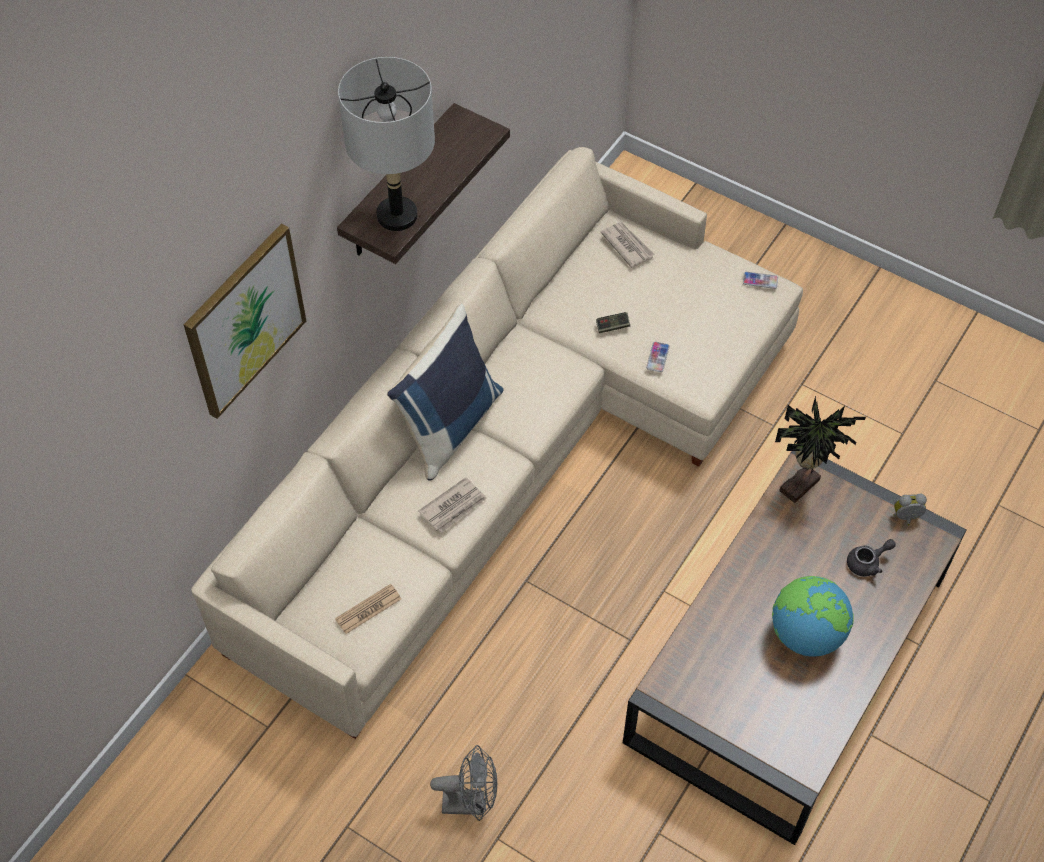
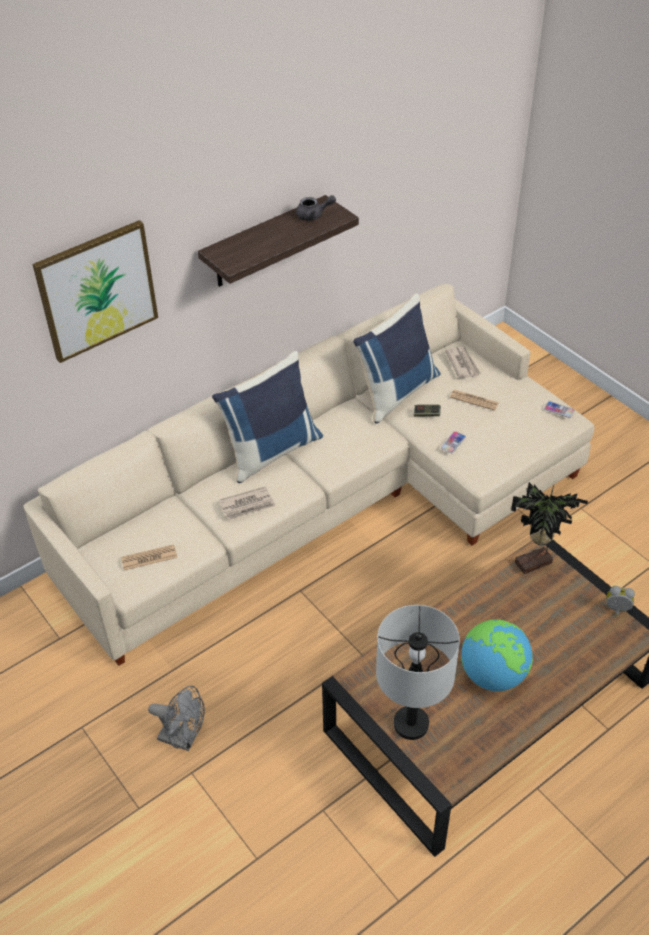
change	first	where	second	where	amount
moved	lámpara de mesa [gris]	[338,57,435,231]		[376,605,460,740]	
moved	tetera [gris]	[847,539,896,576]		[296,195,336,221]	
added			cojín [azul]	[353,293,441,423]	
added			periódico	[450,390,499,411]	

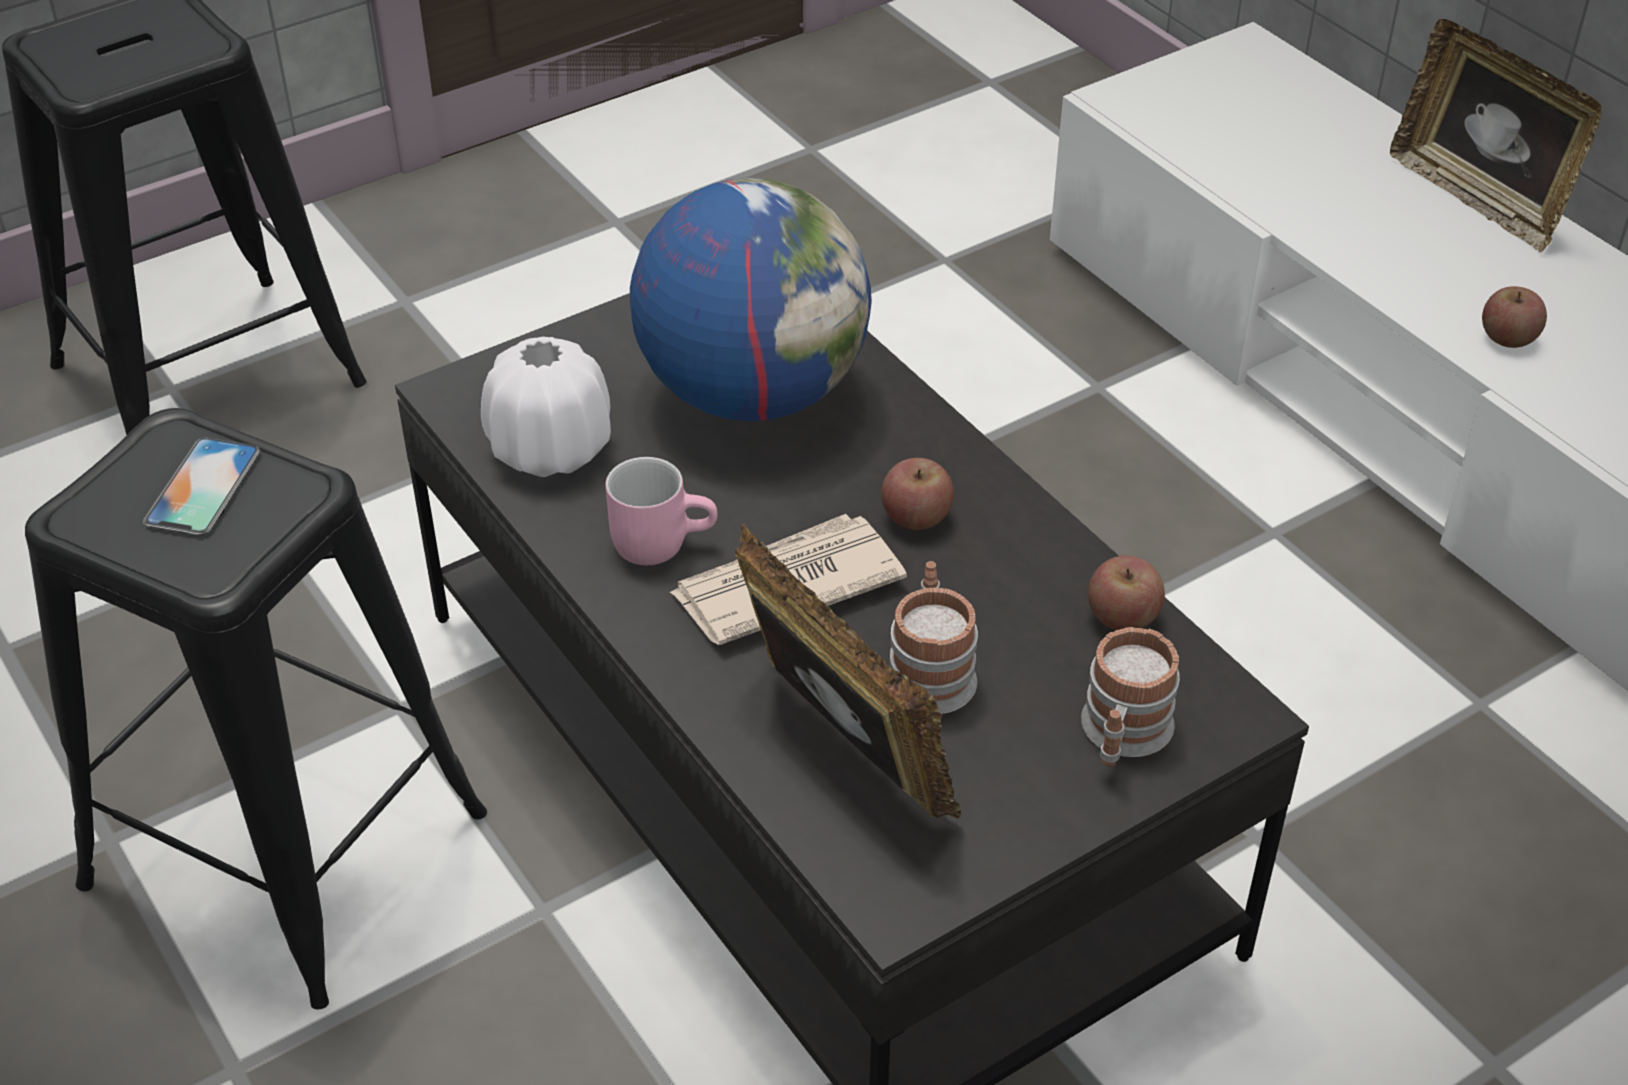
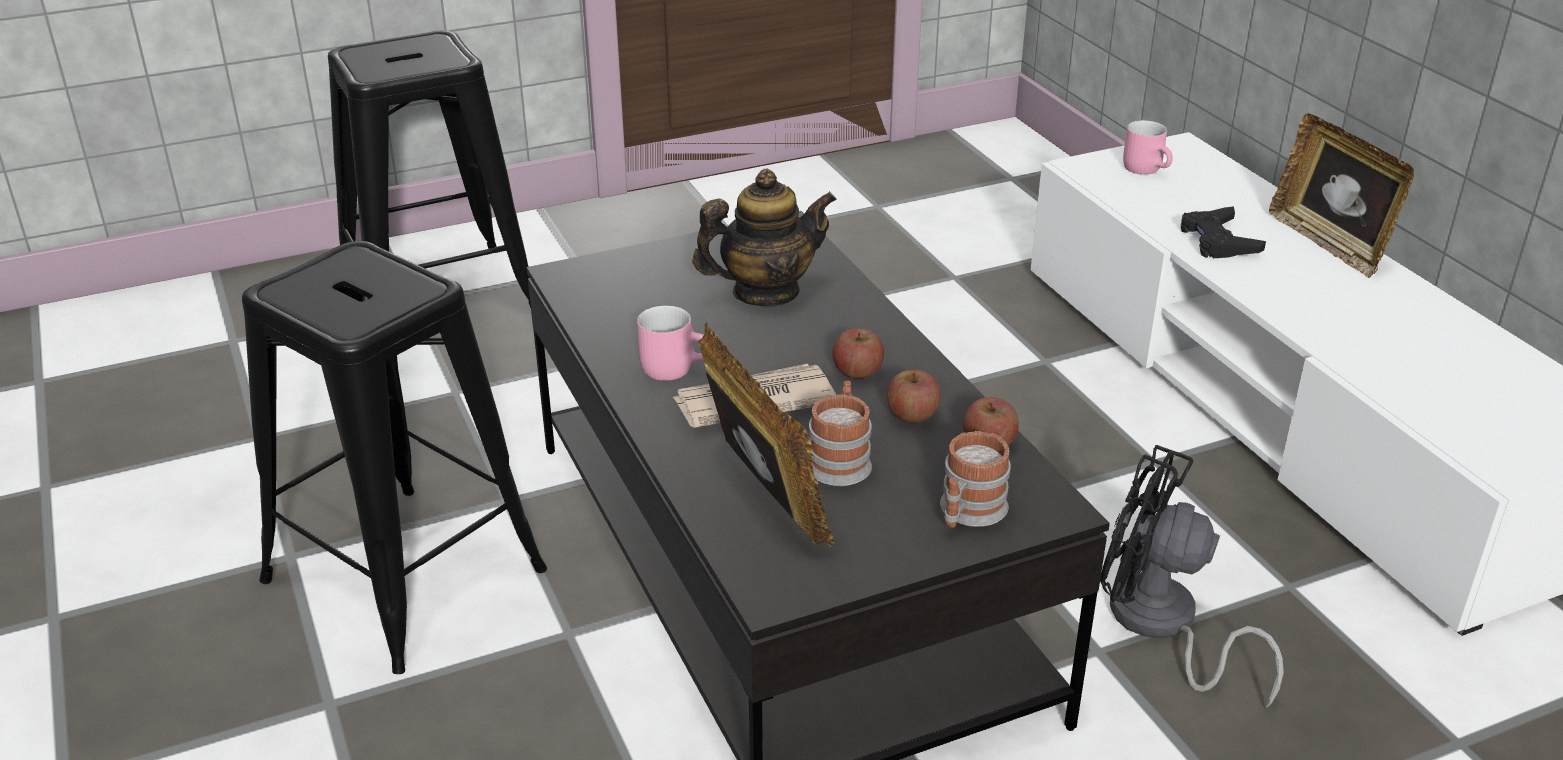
change	first	where	second	where	amount
replaced	globo terráqueo	[630,178,872,421]	tetera	[692,168,837,307]	
moved	manzana	[1482,286,1547,348]		[887,370,941,423]	
removed	florero [blanco]	[481,337,611,477]			
removed	móvil	[143,437,260,535]			
added			taza grande [rosa]	[1123,120,1173,175]	
added			mando de consola [negro]	[1181,206,1266,258]	
added			ventilador [negro]	[1100,445,1284,709]	

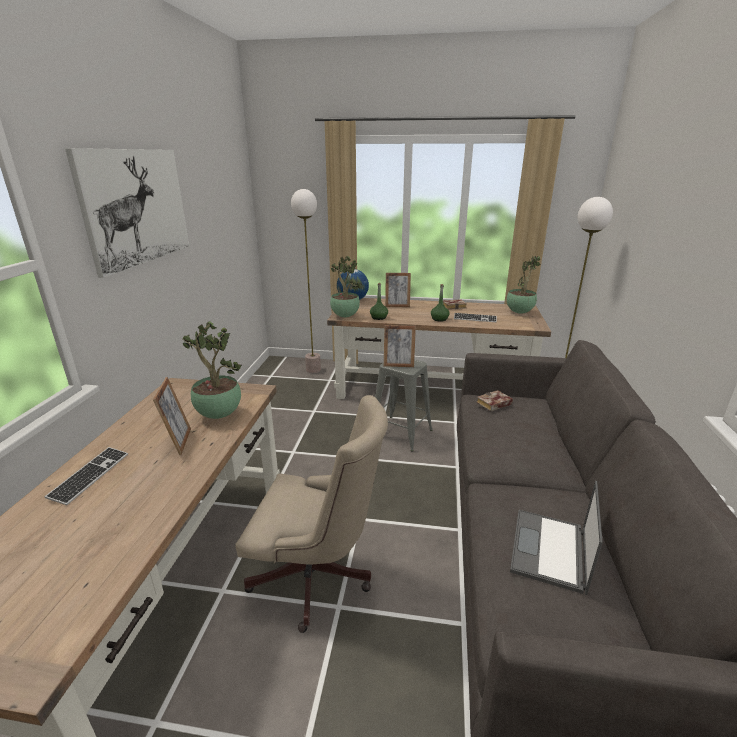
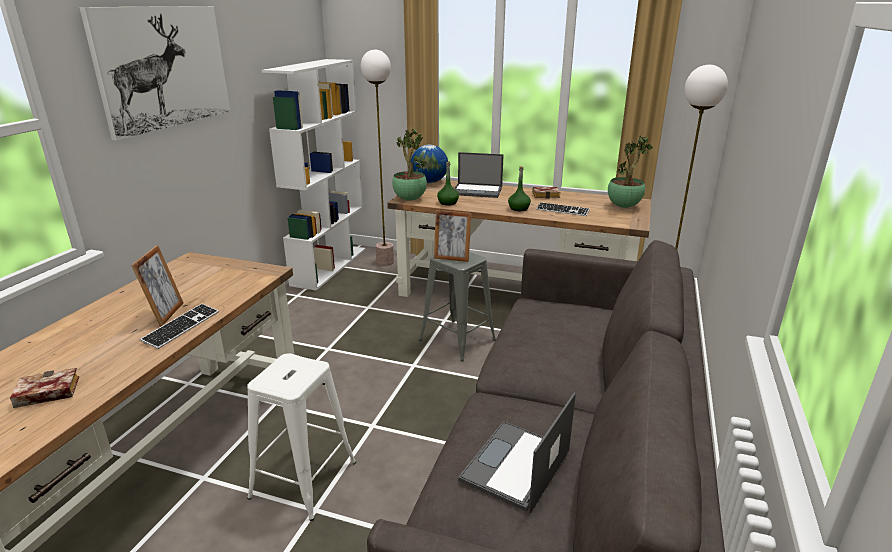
change	first	where	second	where	amount
replaced	portarretratos	[385,273,411,307]	portátil	[454,152,504,198]	
removed	planta en maceta	[183,322,242,419]			
moved	libro	[476,390,513,411]		[10,368,79,408]	
replaced	silla de oficina [beis]	[235,395,388,633]	taburete [blanco]	[247,353,356,521]	
moved	teclado	[45,447,128,505]		[140,304,219,349]	
added			estantería [blanco]	[262,59,366,291]	

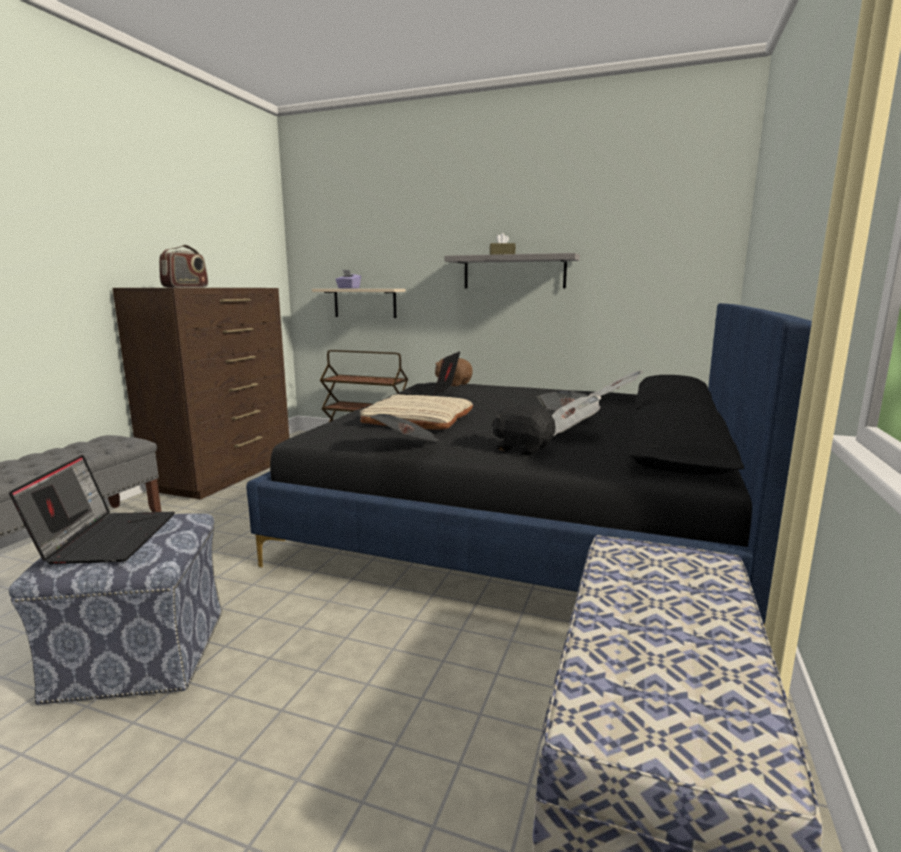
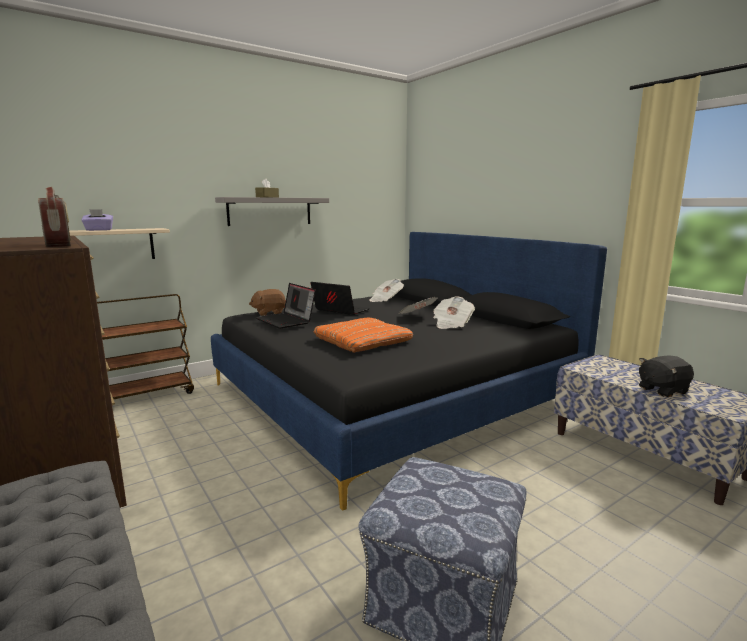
change	first	where	second	where	amount
recoloured	cojín [beis]	[360,394,473,430]	cojín [naranja]	[313,318,413,353]	
moved	peluche [negro]	[492,405,556,456]		[639,356,694,397]	
removed	periódico	[370,414,438,441]			
moved	portátil	[9,455,175,564]		[310,282,370,315]	

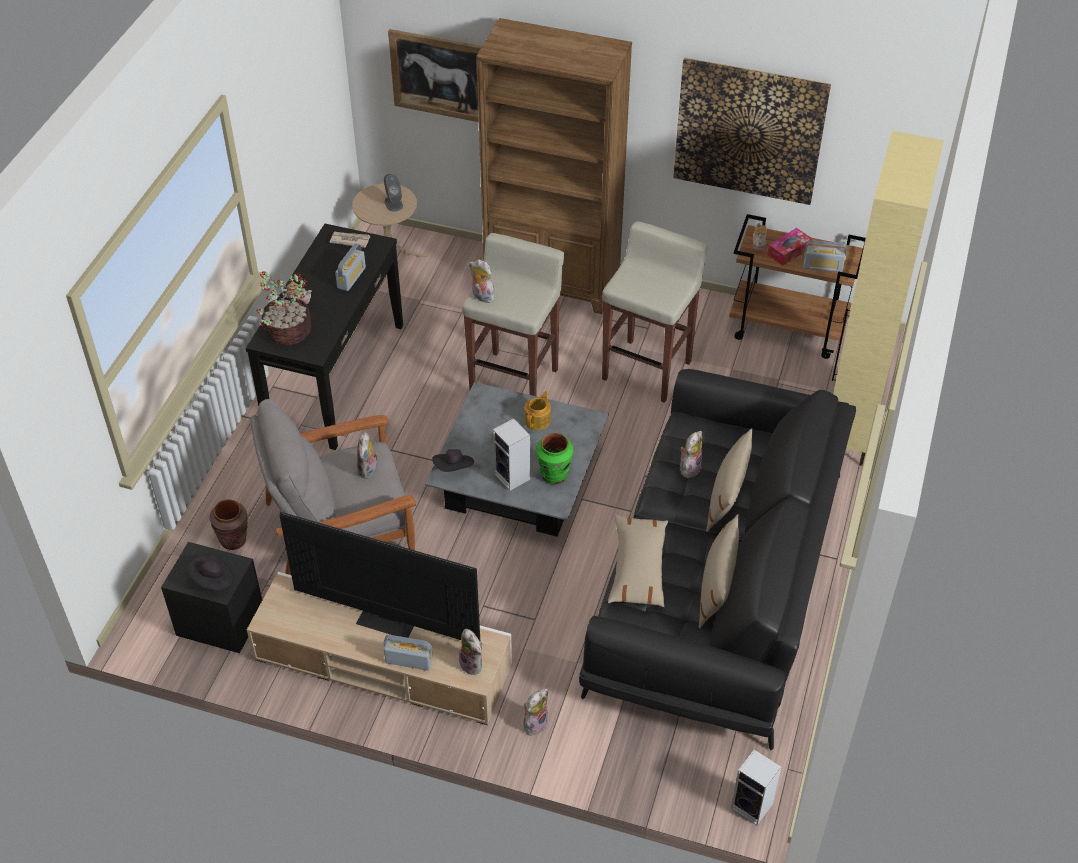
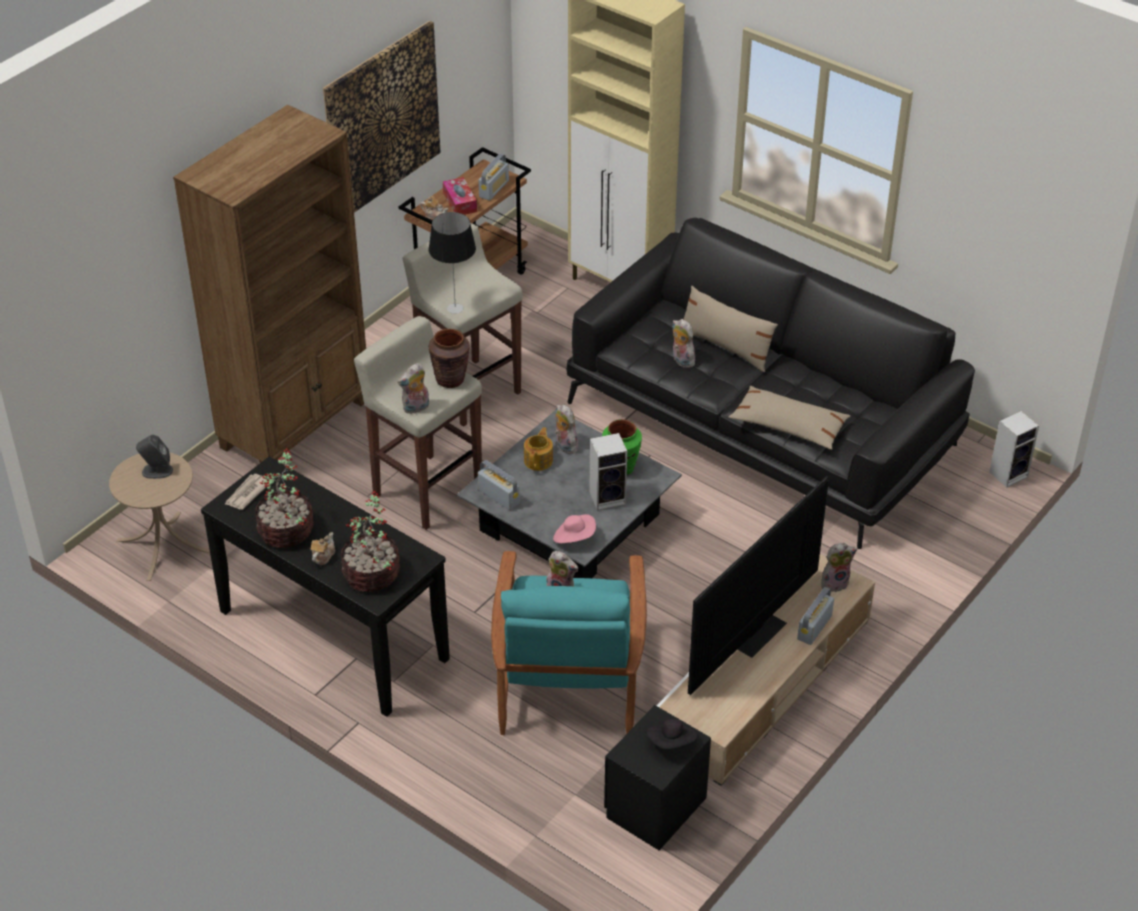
change	first	where	second	where	amount
removed	cuadro	[388,29,482,122]			
moved	radio	[335,243,366,291]		[478,460,520,510]	
turned	tetera	[524,391,551,430]		[524,427,553,471]	60 degrees clockwise
recoloured	sillón [gris]	[250,399,416,575]	sillón [turquesa]	[491,551,647,735]	
recoloured	sombrero [negro]	[432,449,474,472]	sombrero [rosa]	[553,514,596,543]	
moved	florero [marrón]	[209,500,248,550]		[428,329,470,388]	
removed	cojín [beis]	[699,514,739,628]			
moved	peluche	[523,688,548,735]		[555,404,578,454]	
added			lámpara de mesa	[429,212,476,314]	
added			planta en maceta	[255,448,314,548]	

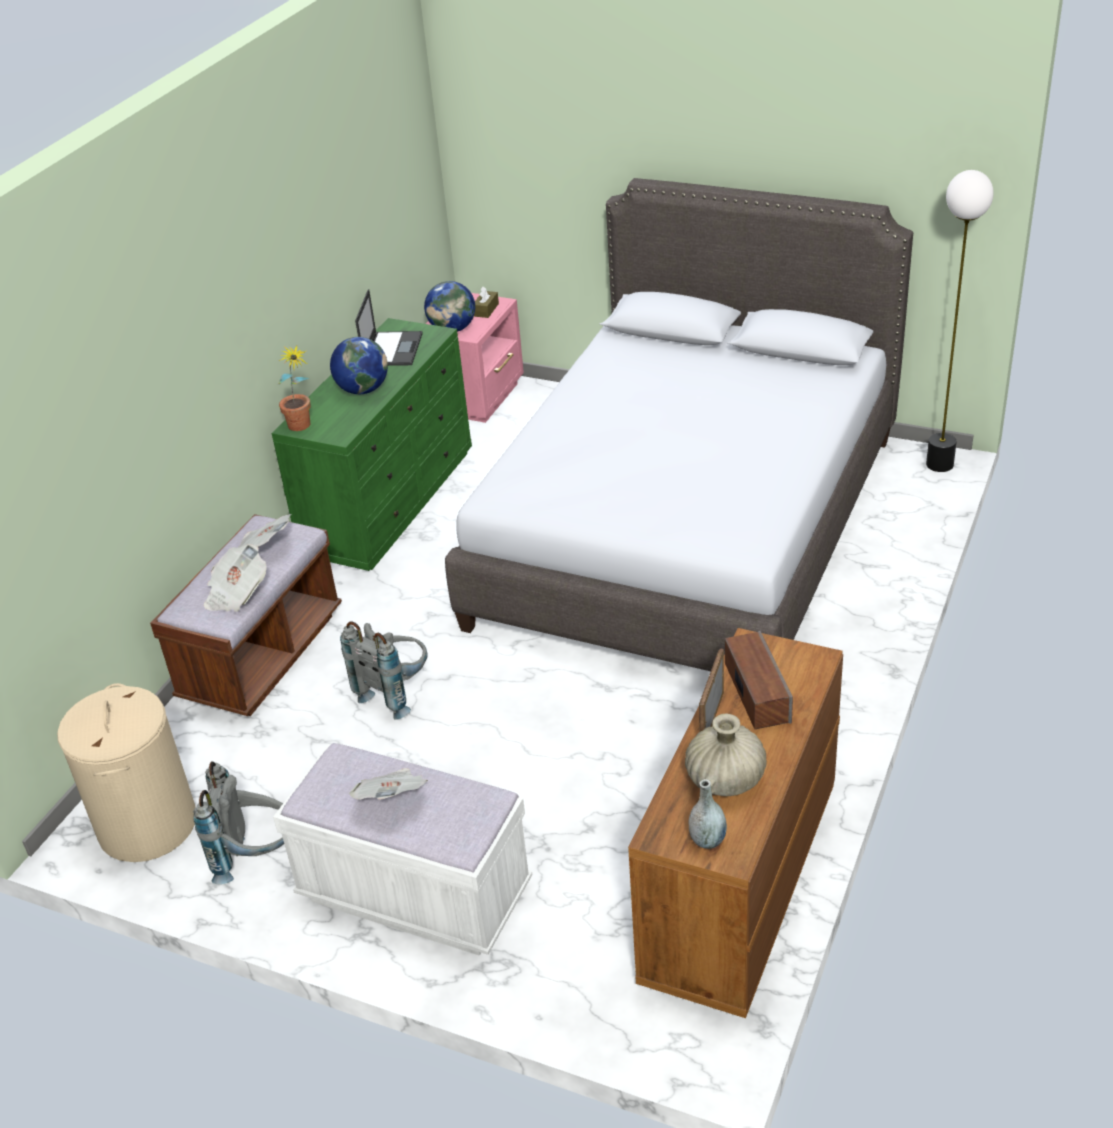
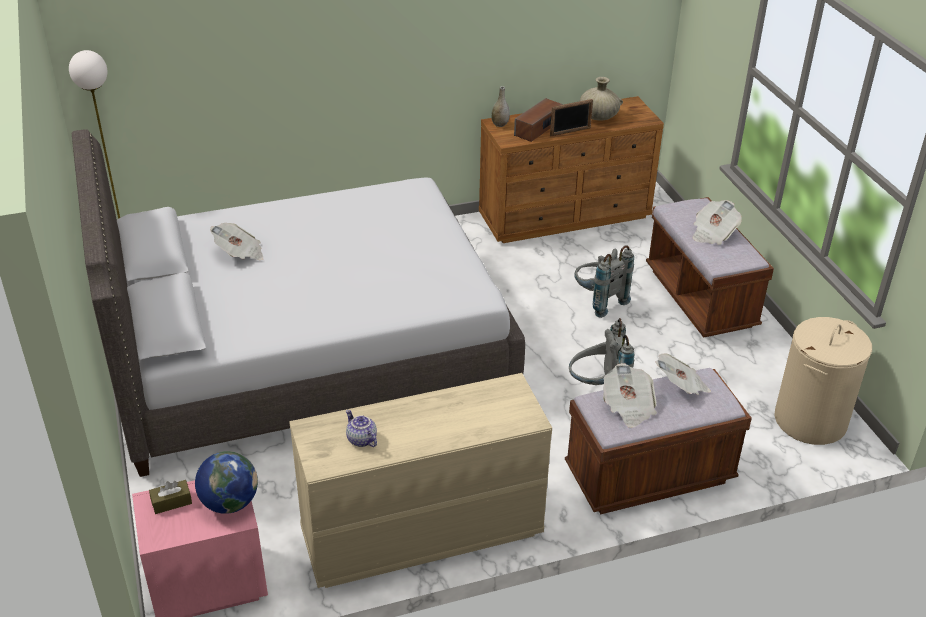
change	first	where	second	where	amount
replaced	portátil	[355,289,422,366]	tetera	[346,410,377,447]	
recoloured	cómoda [verde]	[272,318,472,571]	cómoda [beis]	[289,373,552,588]	
removed	globo terráqueo	[330,337,388,394]			
removed	planta en maceta	[278,346,311,431]			
recoloured	banco [blanco]	[273,743,533,956]	banco [marrón]	[646,197,774,338]	
moved	mochila [gris]	[193,761,284,884]		[574,245,634,318]	
moved	florero [gris]	[689,779,727,849]		[491,86,510,127]	
added			periódico	[210,223,263,260]	

